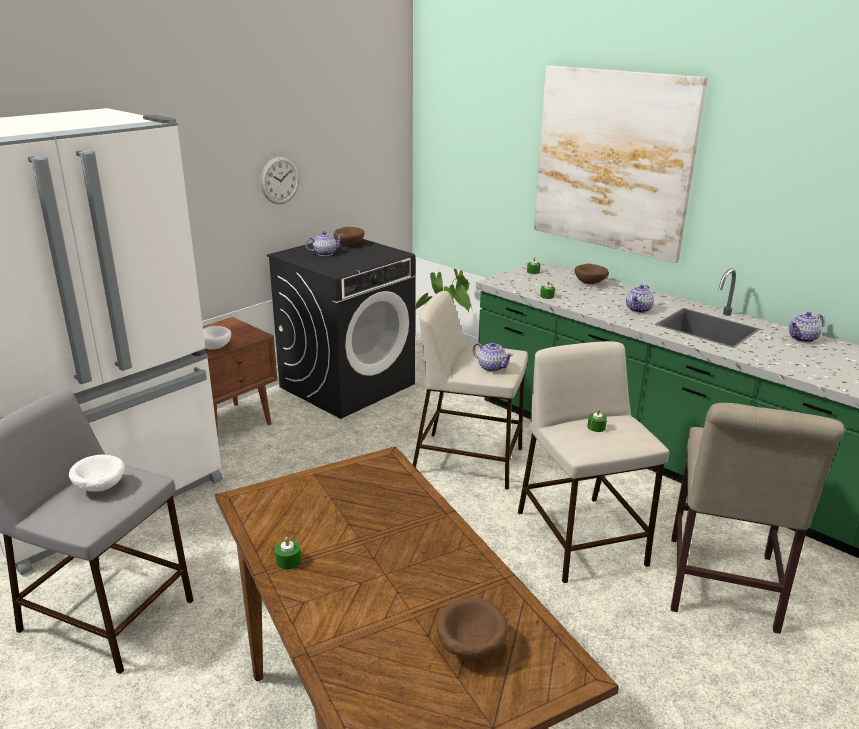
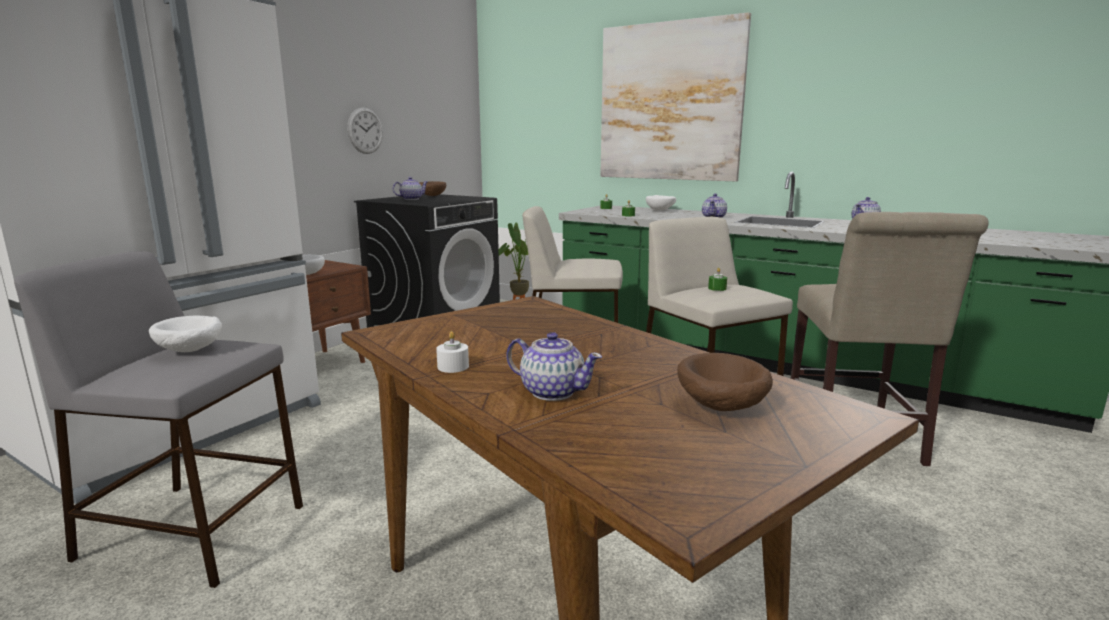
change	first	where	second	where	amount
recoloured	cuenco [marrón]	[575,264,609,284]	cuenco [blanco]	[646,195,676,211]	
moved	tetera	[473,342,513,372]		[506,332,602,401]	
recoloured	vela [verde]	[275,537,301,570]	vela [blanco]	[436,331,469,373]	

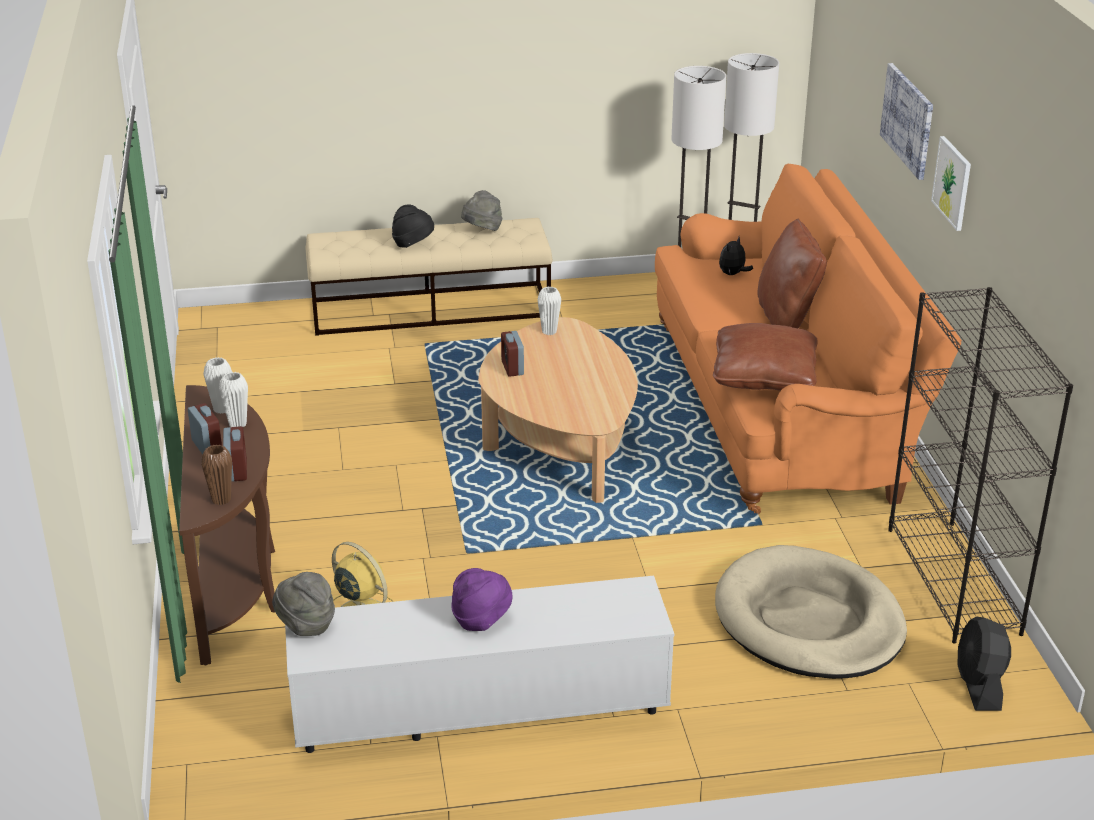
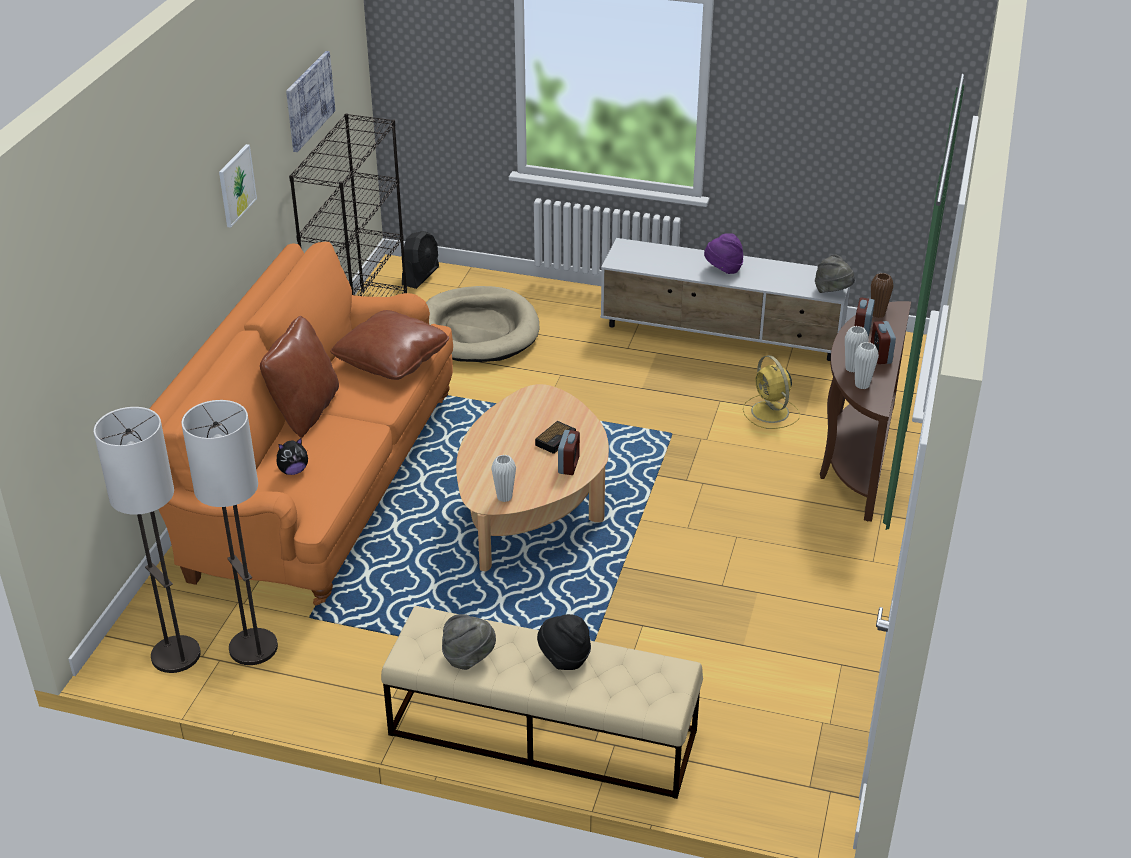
change	first	where	second	where	amount
moved	cuadro	[880,63,933,180]		[286,51,335,152]	
added			despertador	[535,421,576,454]	

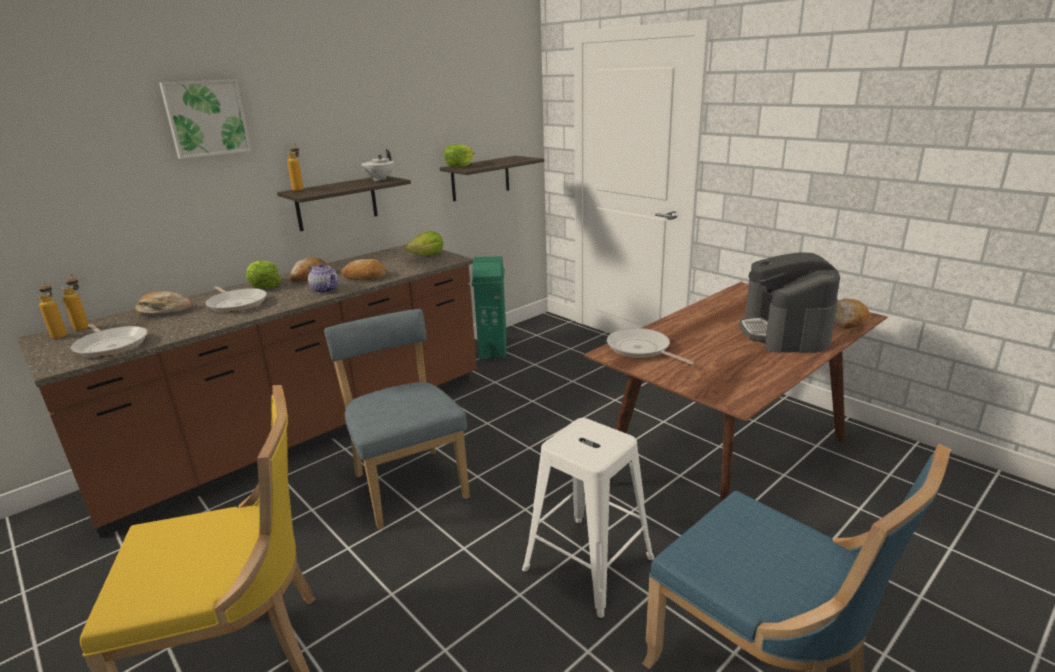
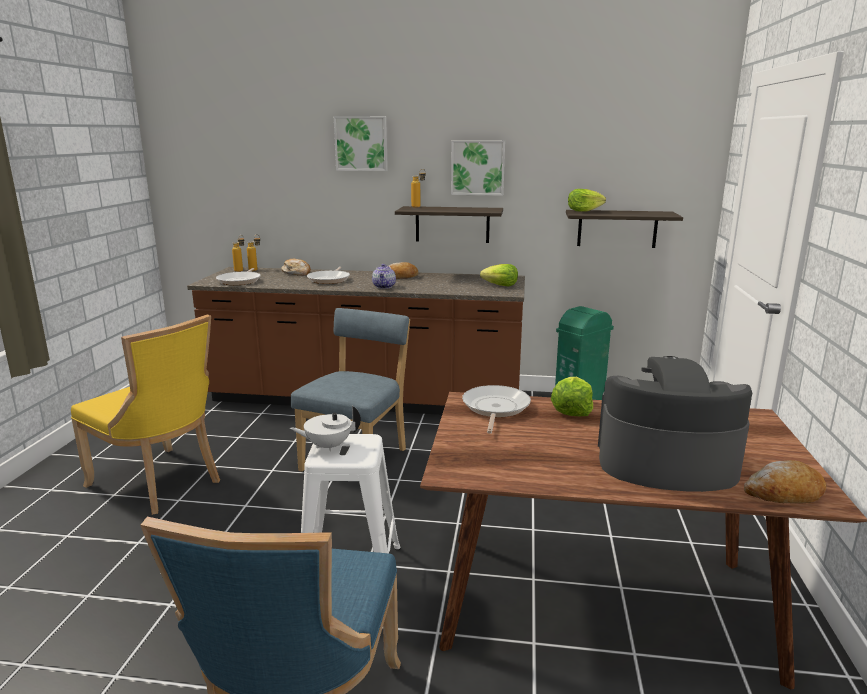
change	first	where	second	where	amount
moved	tetera [blanco]	[361,149,394,181]		[290,406,361,451]	
turned	cafetera	[739,252,840,353]		[598,356,752,492]	45 degrees clockwise
removed	pan	[341,259,387,280]			
moved	lechuga	[246,261,281,289]		[551,377,593,416]	
added			cuadro	[451,140,505,196]	

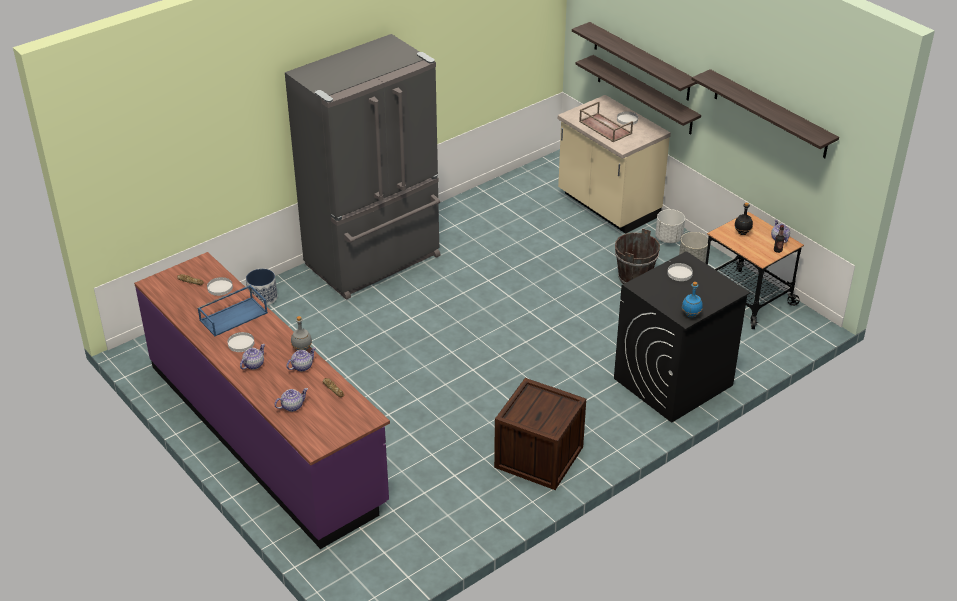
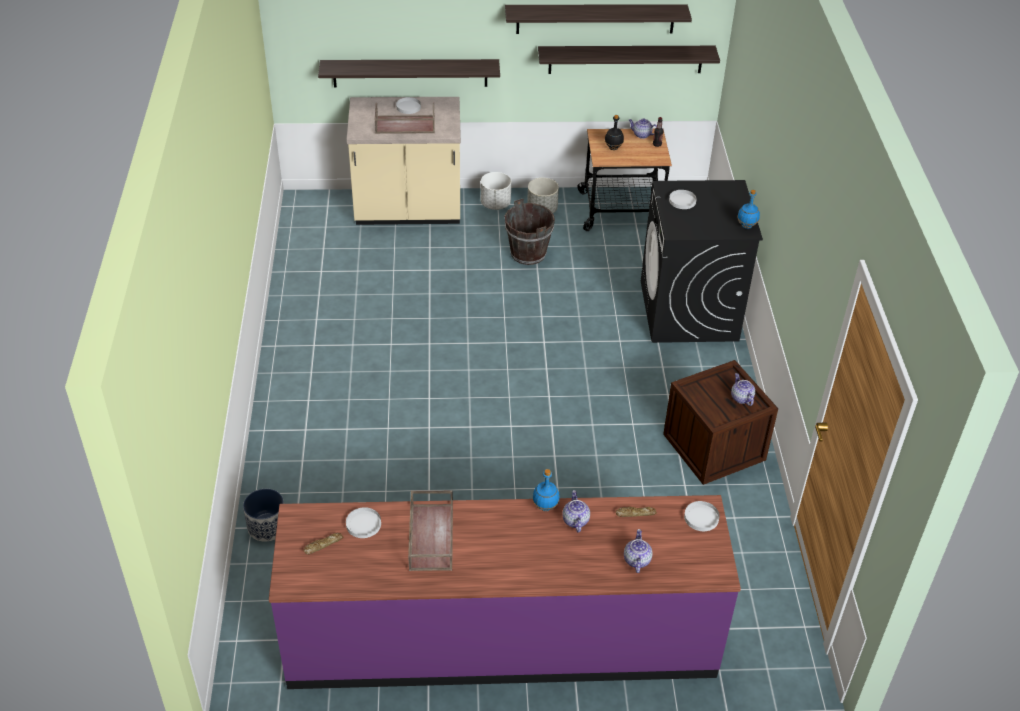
change	first	where	second	where	amount
moved	estante	[572,22,698,101]		[538,46,720,74]	
removed	nevera [gris]	[285,34,441,300]			
recoloured	bandeja [azul]	[198,285,268,337]	bandeja [marrón]	[408,491,453,571]	
recoloured	botella [gris]	[291,316,312,350]	botella [azul]	[532,469,560,511]	
moved	plato [blanco]	[227,332,254,352]		[684,501,720,531]	
moved	tetera	[240,344,265,370]		[731,373,755,406]	

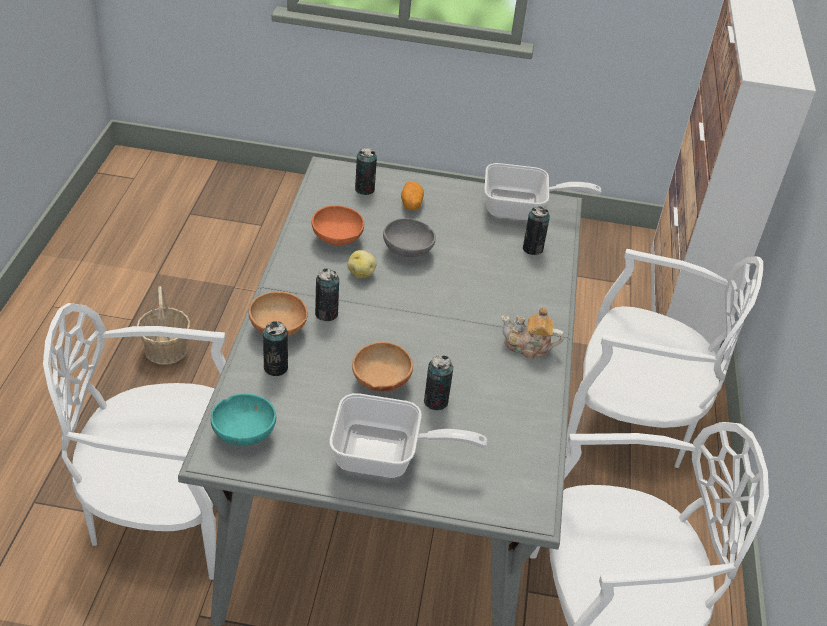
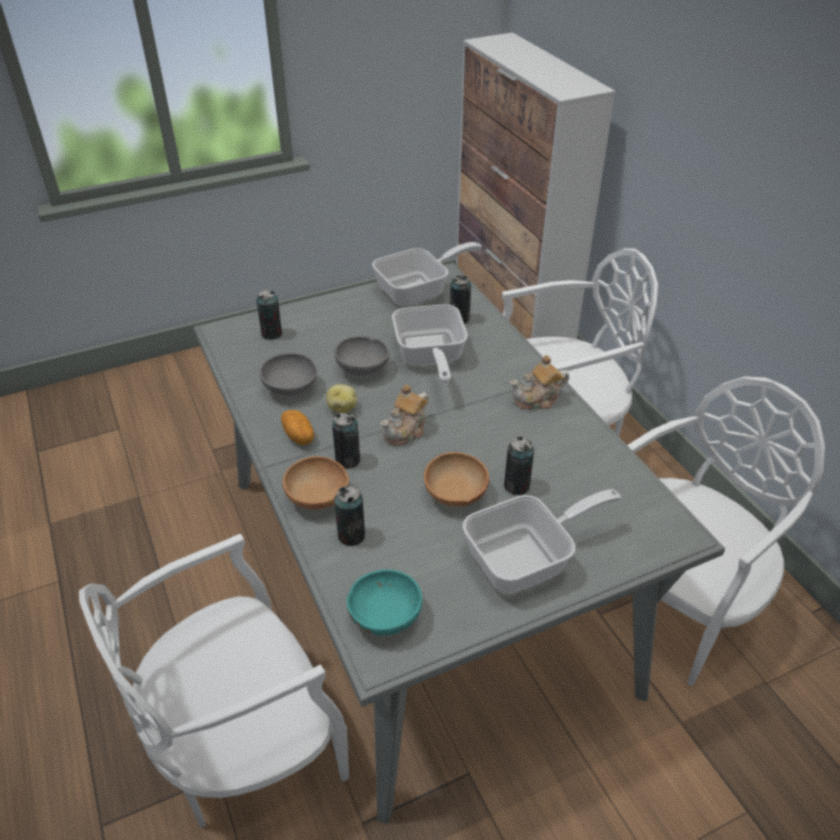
change	first	where	second	where	amount
moved	patata	[401,181,424,210]		[281,410,314,445]	
recoloured	cuenco [naranja]	[312,205,364,245]	cuenco [gris]	[260,353,317,396]	
removed	cesta	[137,286,191,365]			
added			sartén	[392,304,468,383]	
added			tetera	[381,385,428,446]	

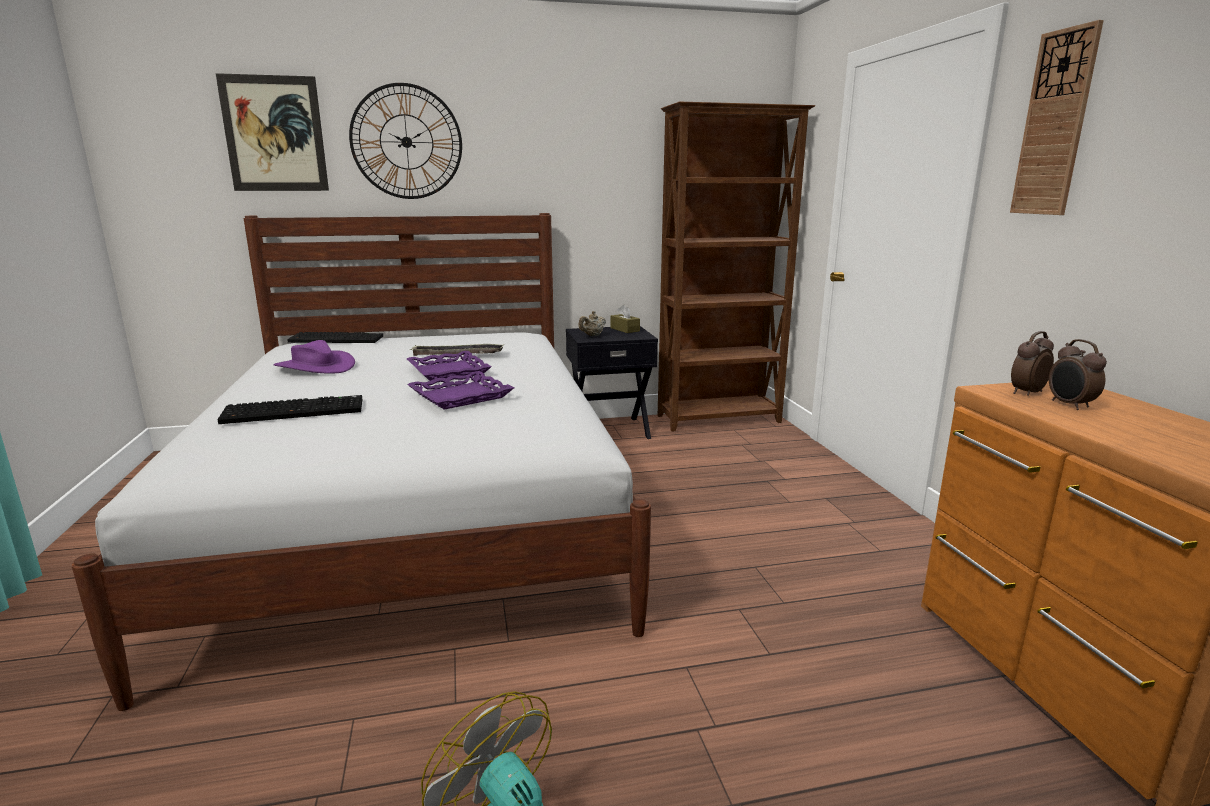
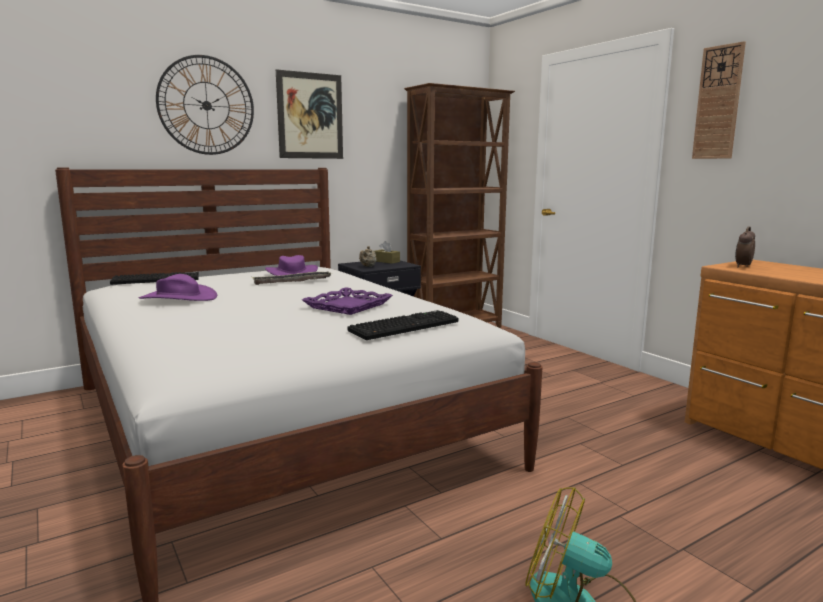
change	first	where	second	where	amount
moved	cuadro	[215,73,329,191]		[276,69,343,159]	
removed	despertador	[1049,339,1107,410]			
removed	bandeja [morado]	[407,351,491,381]			
moved	teclado	[217,395,362,424]		[348,310,458,340]	
added			sombrero [morado]	[265,255,318,276]	

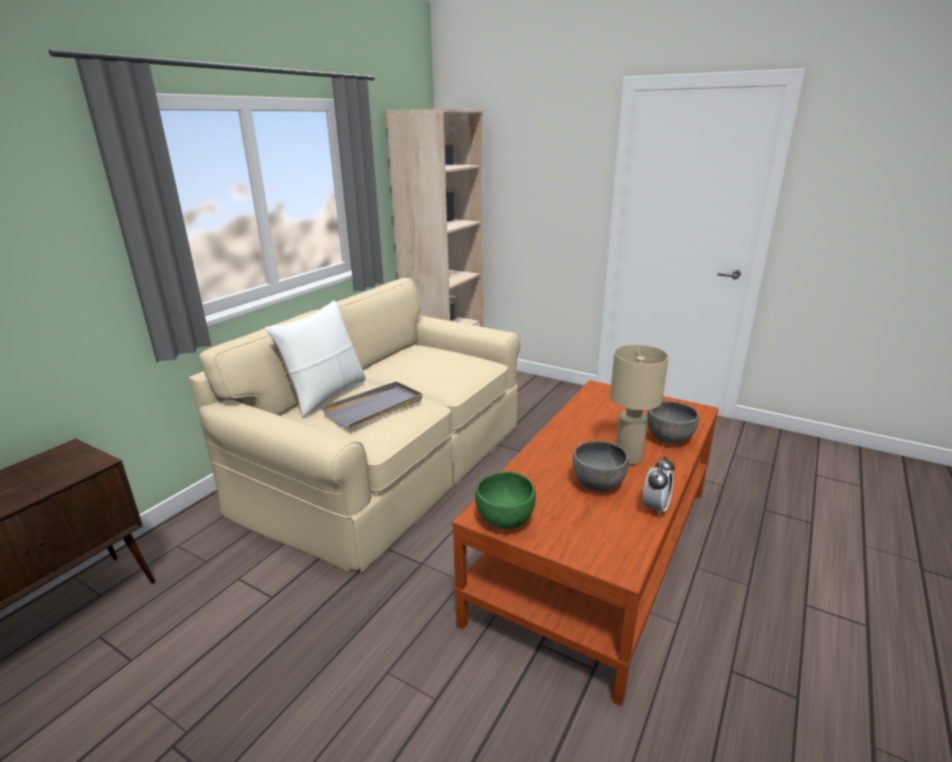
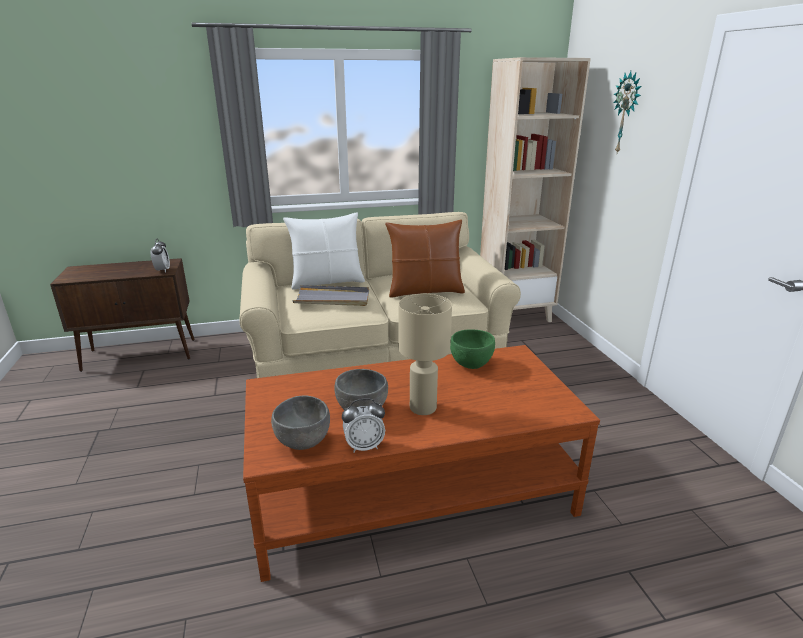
change	first	where	second	where	amount
moved	cuenco [gris]	[647,401,699,444]		[271,395,330,450]	
moved	cuenco [verde]	[475,471,536,529]		[450,329,495,369]	
added			reloj de pared	[613,71,641,153]	
added			cojín [marrón]	[385,220,465,298]	
added			despertador	[151,239,170,273]	

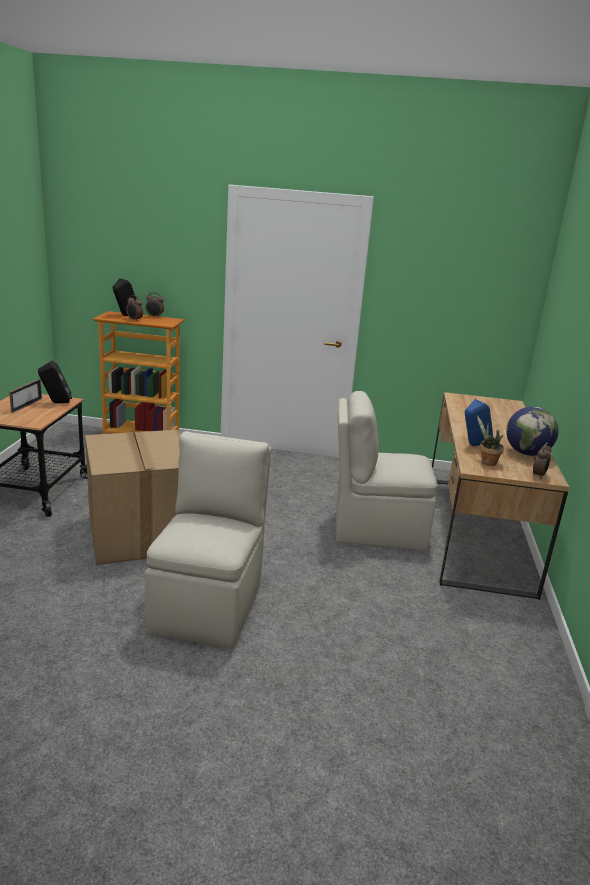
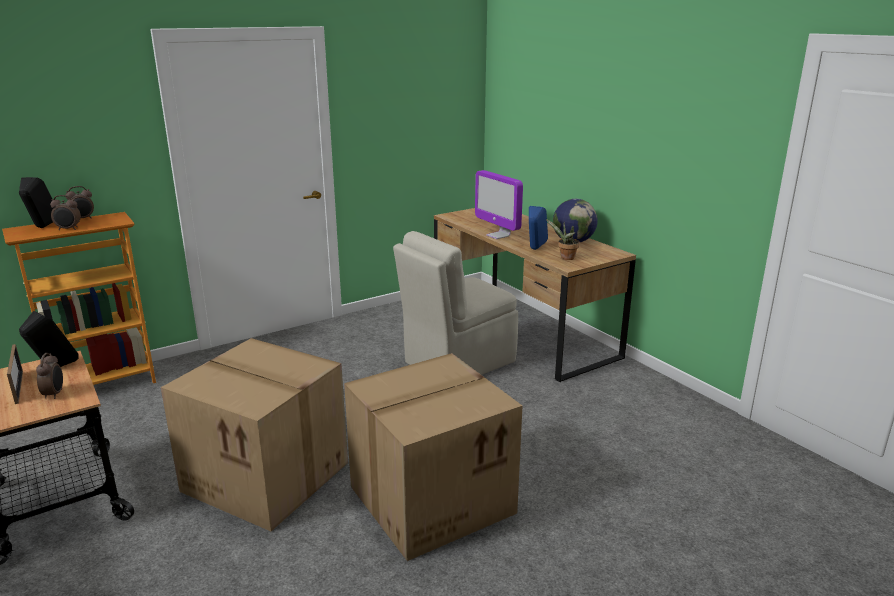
change	first	where	second	where	amount
replaced	silla [beis]	[145,431,271,649]	caja de cartón	[344,353,522,561]	
moved	despertador	[533,442,551,479]		[36,353,63,399]	
added			monitor	[475,170,523,239]	

